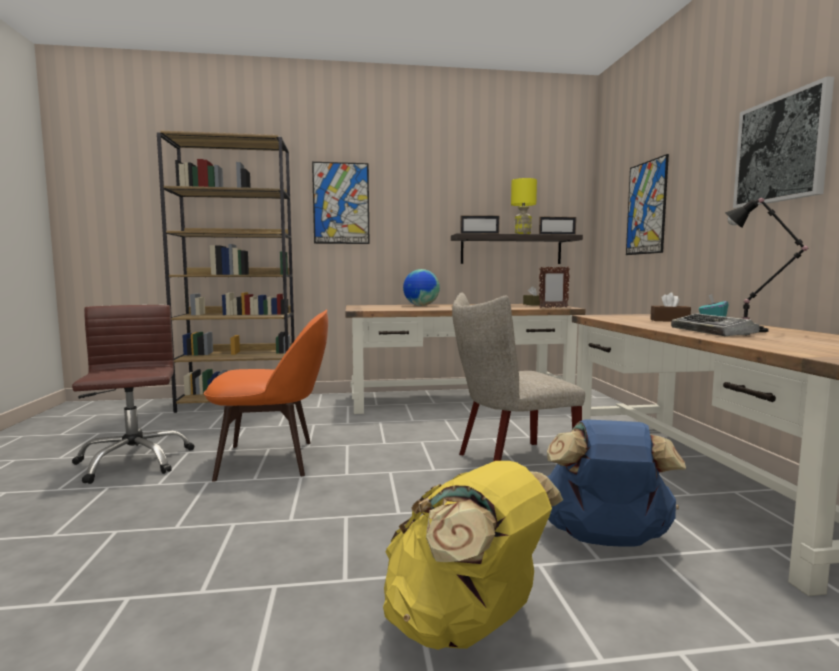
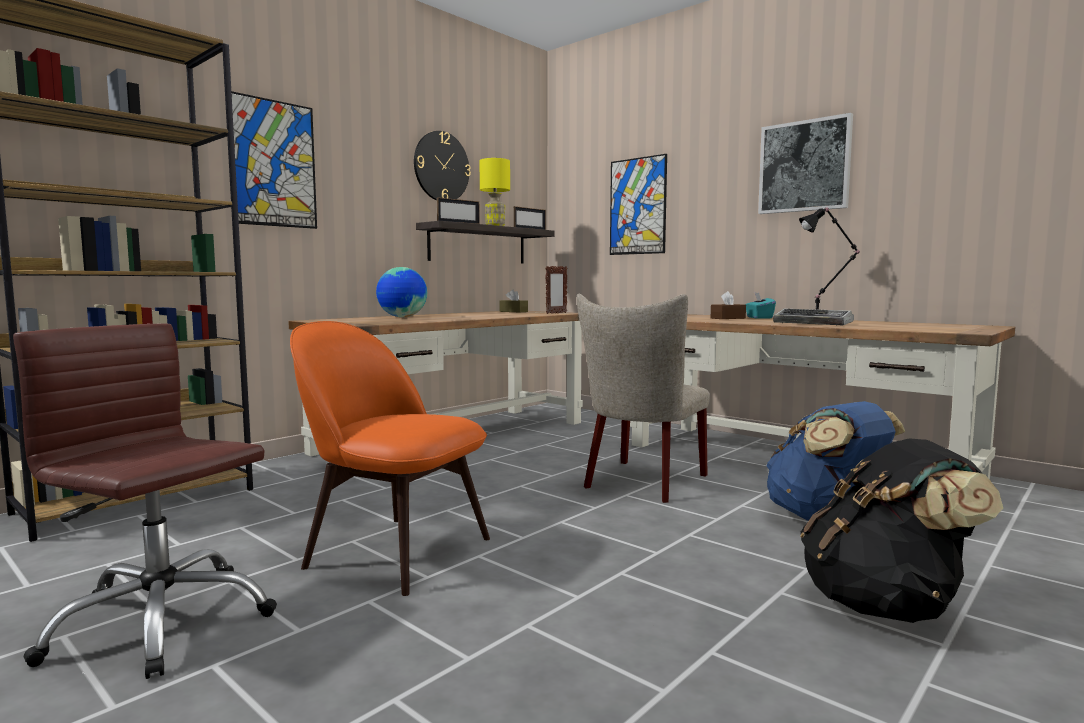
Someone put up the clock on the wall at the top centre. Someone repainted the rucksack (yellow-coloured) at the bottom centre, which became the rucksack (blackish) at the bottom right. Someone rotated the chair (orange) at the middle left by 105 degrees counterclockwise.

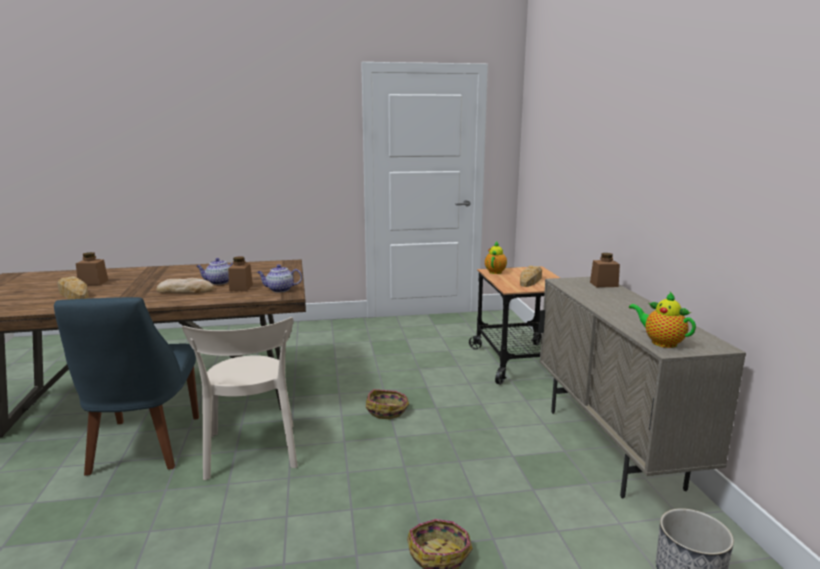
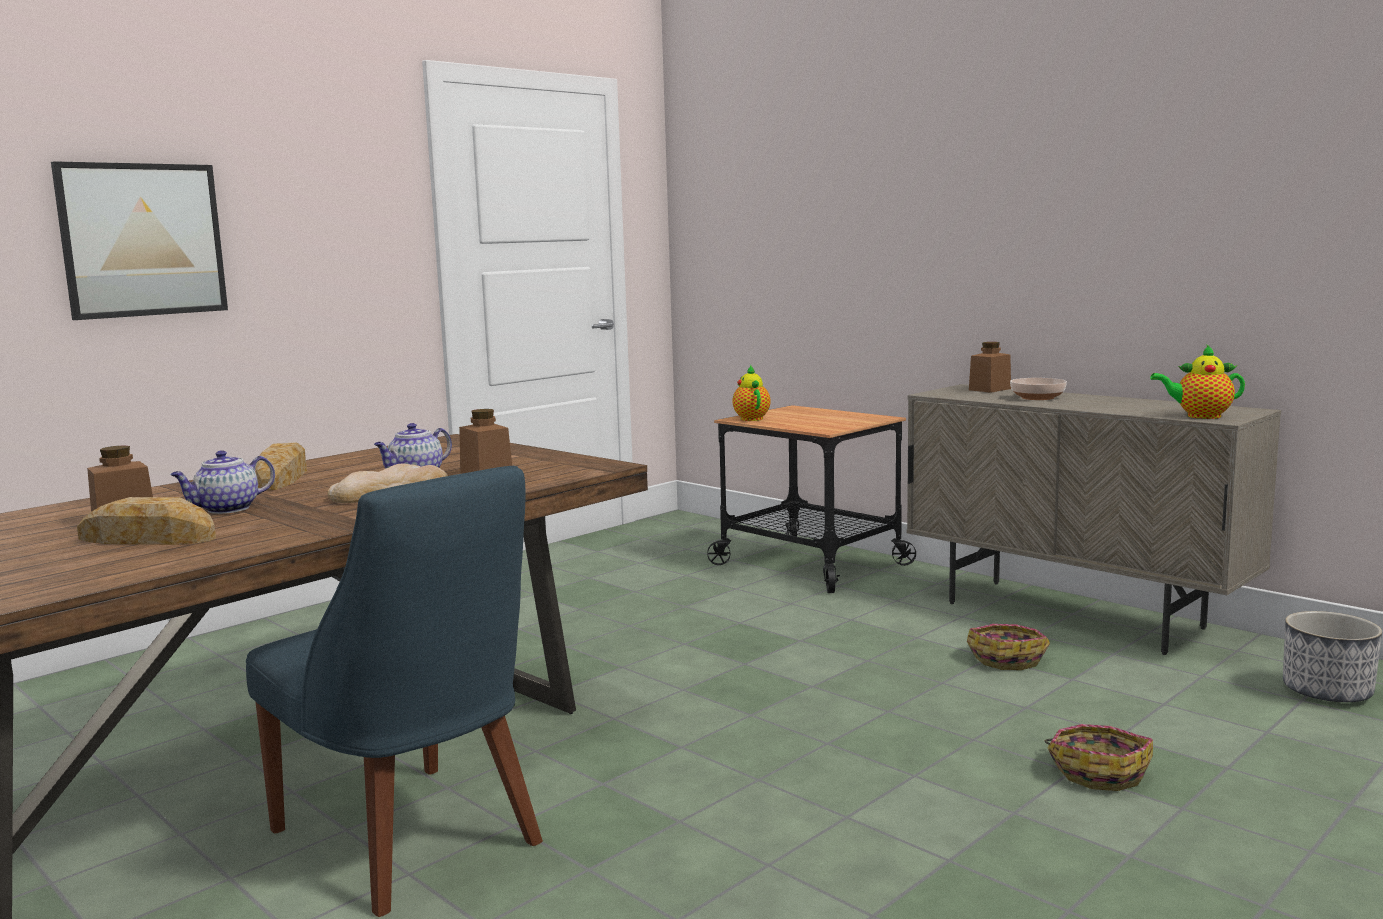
Someone took away the chair (beige-coloured) at the bottom left. Someone put up the picture at the top left. Someone put down the serving bowl at the middle right. Someone carried the teapot (no. 2 from left in the first image) from the centre to the middle left. Someone carried the basket (no. 1 from left) from the bottom centre to the bottom right. Someone carried the baked bread (no. 3 from left in the first image) from the centre to the middle left.

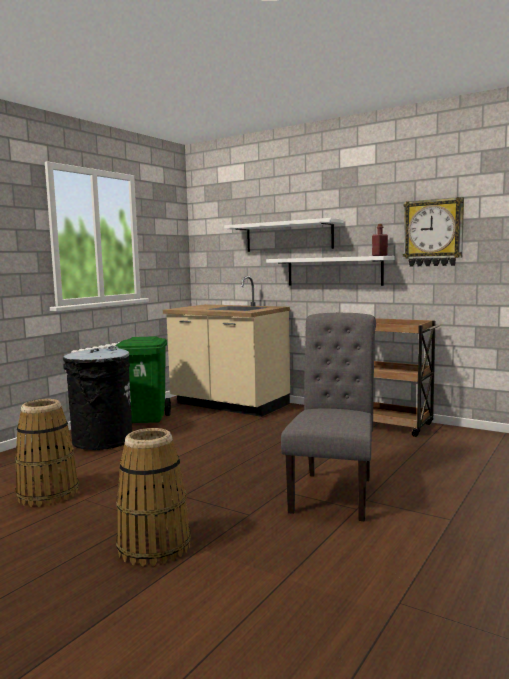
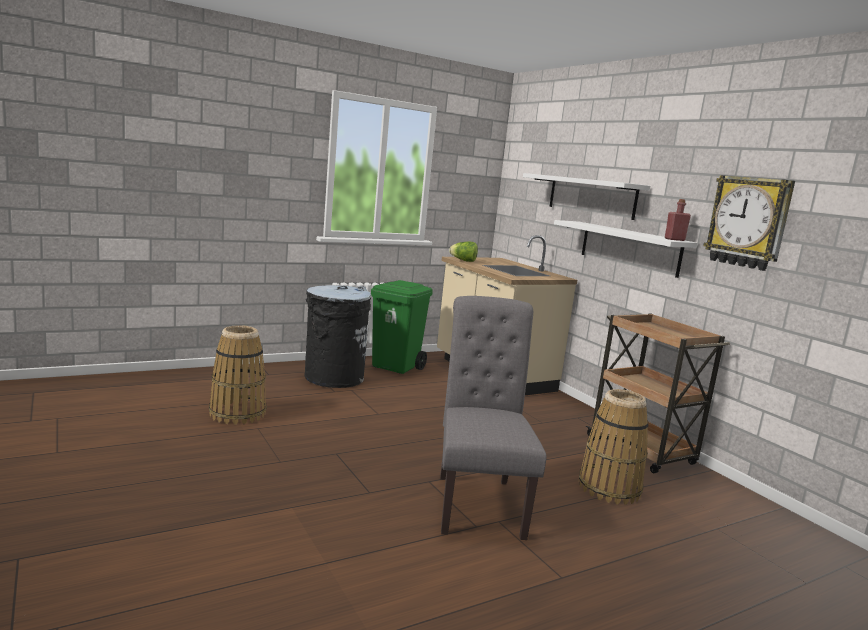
Someone put down the head of lettuce at the centre. Someone carried the basket (no. 2 from left) from the bottom left to the bottom right. Someone rotated the chair (gray) at the centre by 45 degrees counterclockwise.

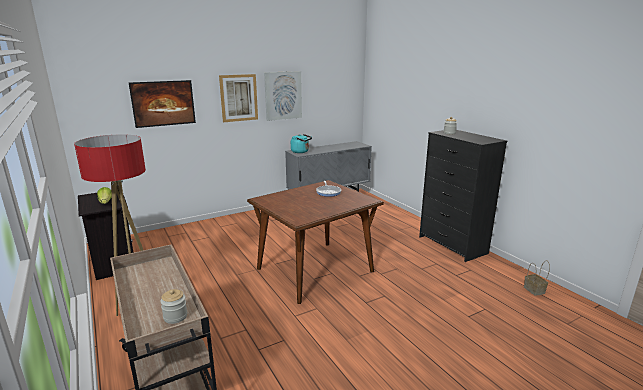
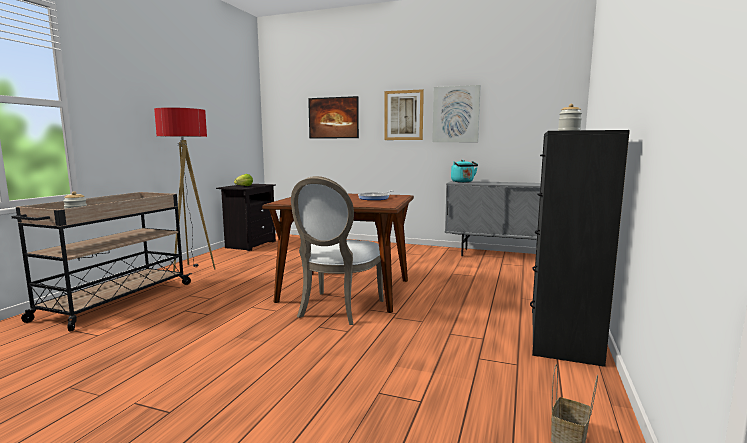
Someone put down the chair (whitish) at the centre.

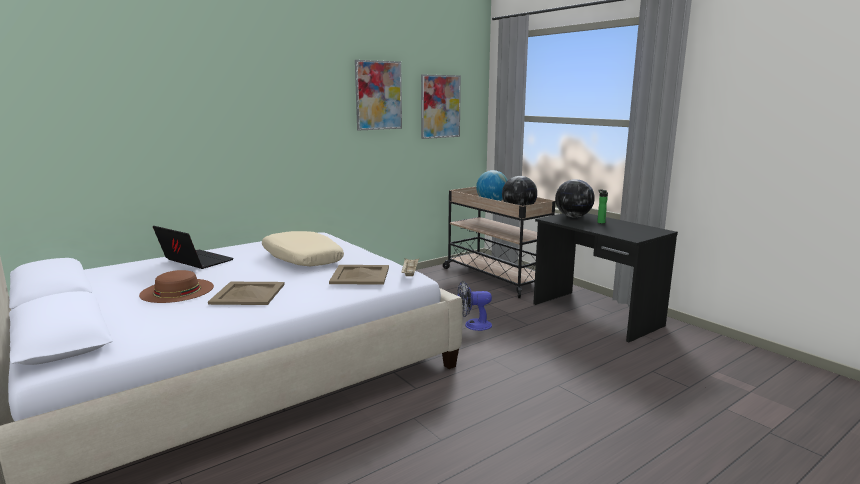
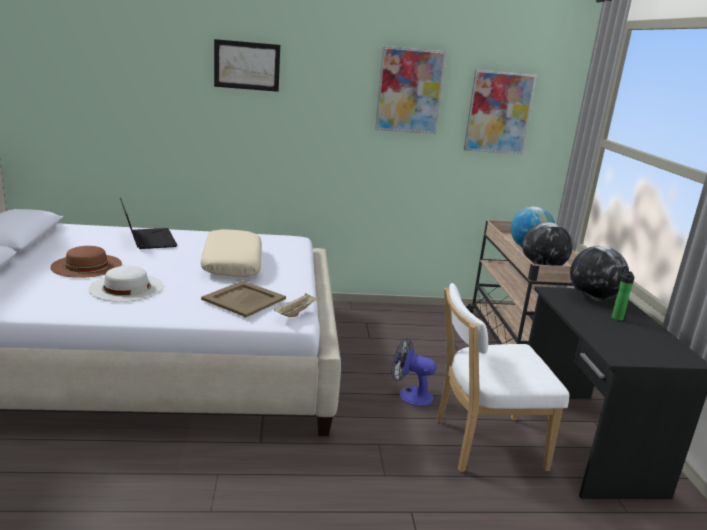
Someone put up the picture (no. 1 from left) at the top centre. Someone put down the chair (whitish) at the bottom right. Someone swapped the tray (beige-coloured) (no. 1 from left) at the middle left for the hat (whitish) at the middle left.

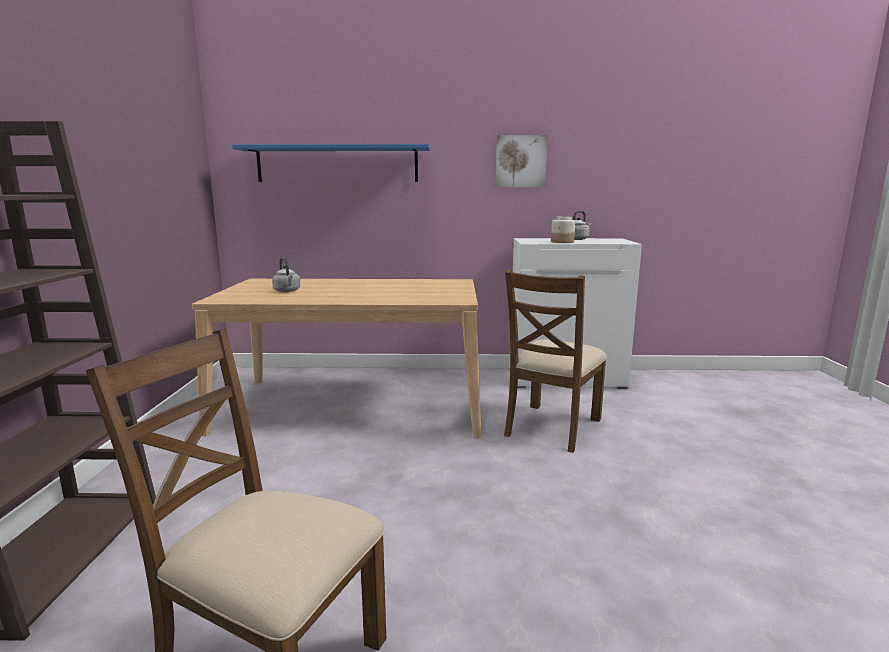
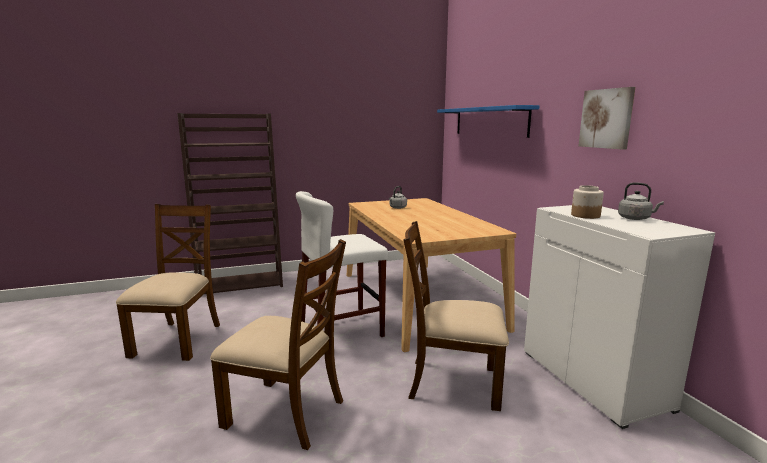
Someone put down the chair (brownish) (no. 2 from left) at the bottom centre. Someone put down the sitting stool (whitish) at the centre.

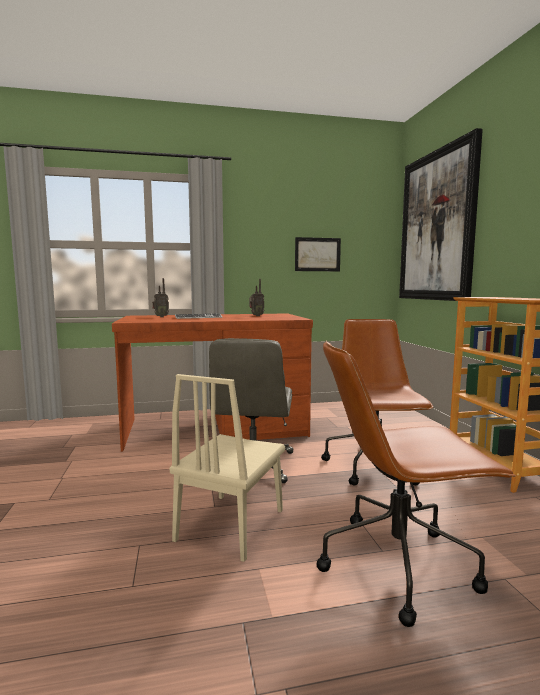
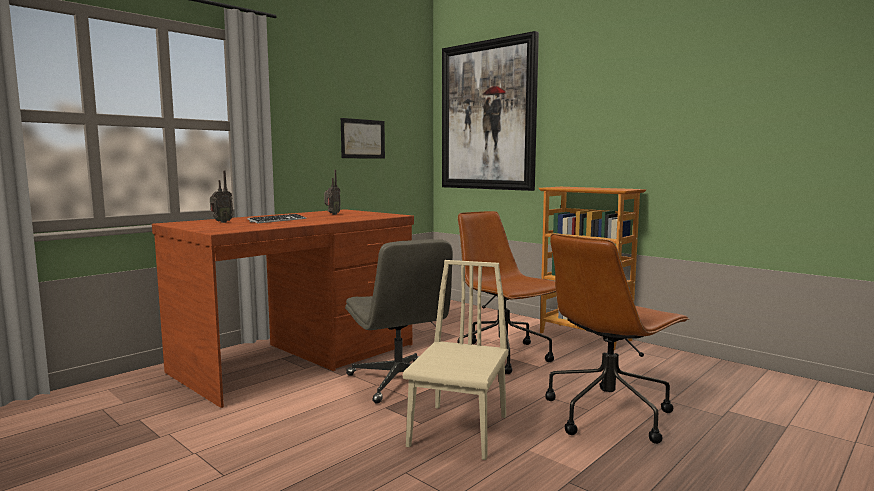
Someone rotated the chair (beige-coloured) at the bottom centre by 150 degrees counterclockwise.

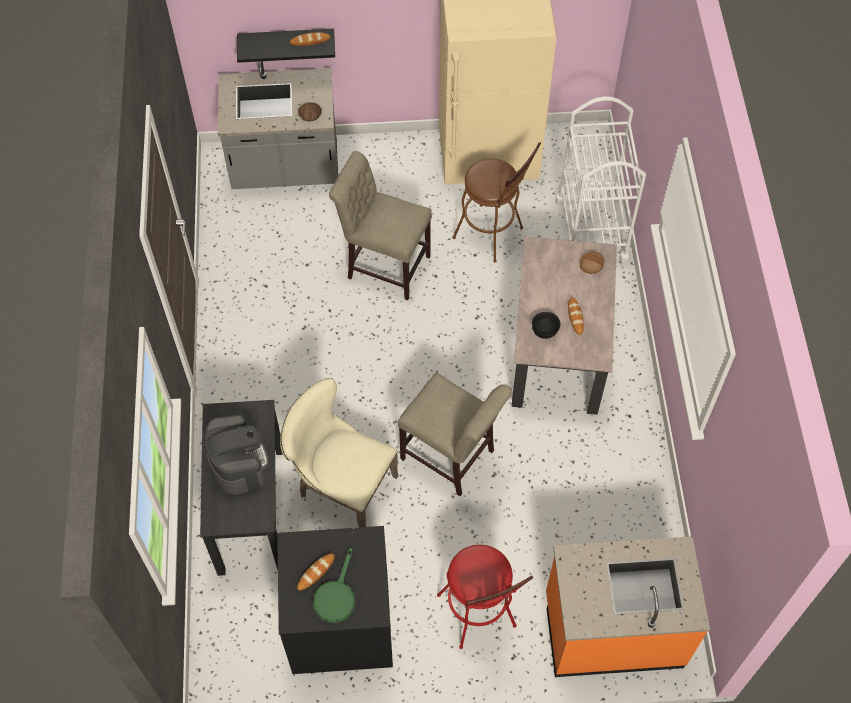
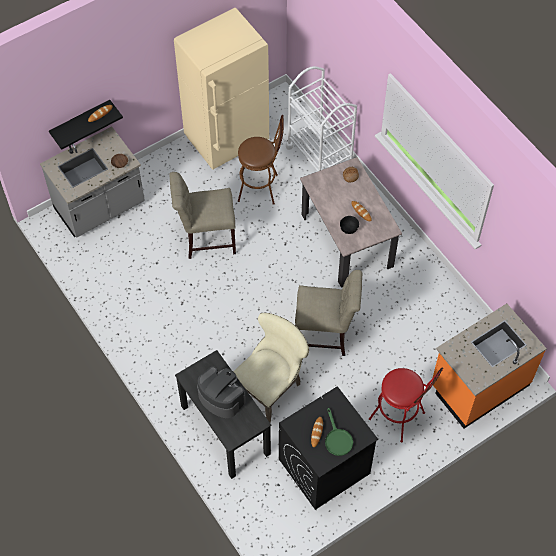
Someone rotated the chair (beige-coloured) (no. 1 from left in the first image) at the centre by 135 degrees clockwise.

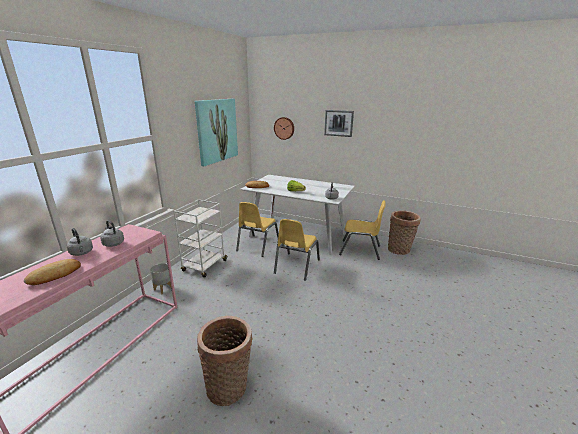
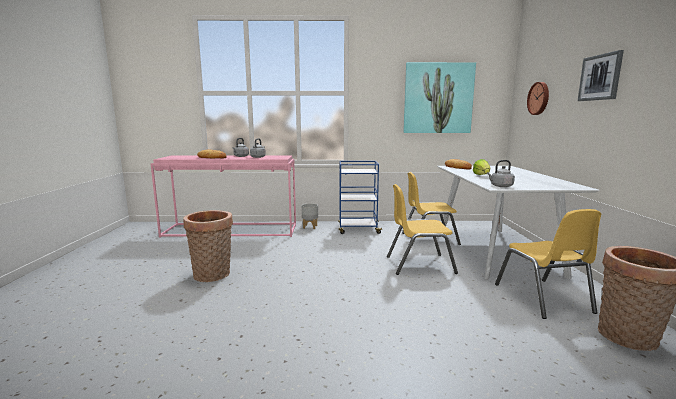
Someone repainted the trolley (whitish) at the centre, which became the trolley (bluish) at the centre.

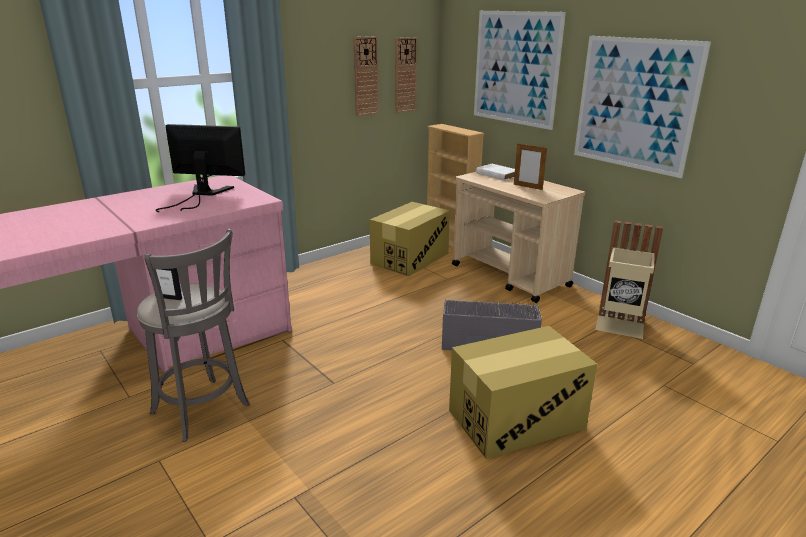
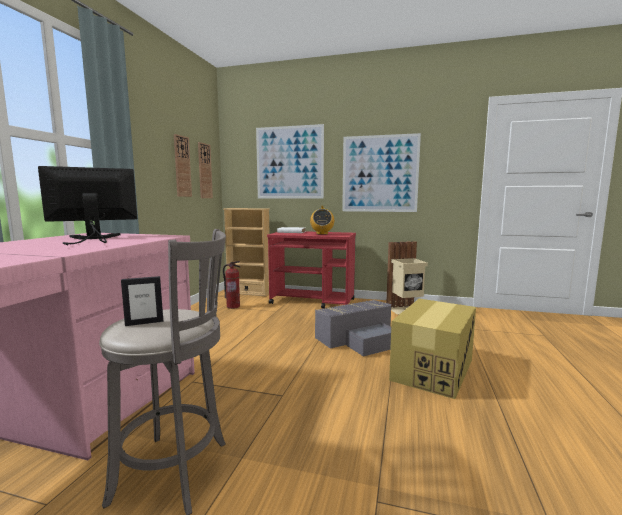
Someone swapped the cardboard box (no. 1 from left) at the centre for the extinguisher at the centre. Someone swapped the standing frame (no. 2 from left) at the top centre for the radio receiver at the centre. Someone repainted the trolley (beige-coloured) at the centre, which became the trolley (reddish) at the centre.

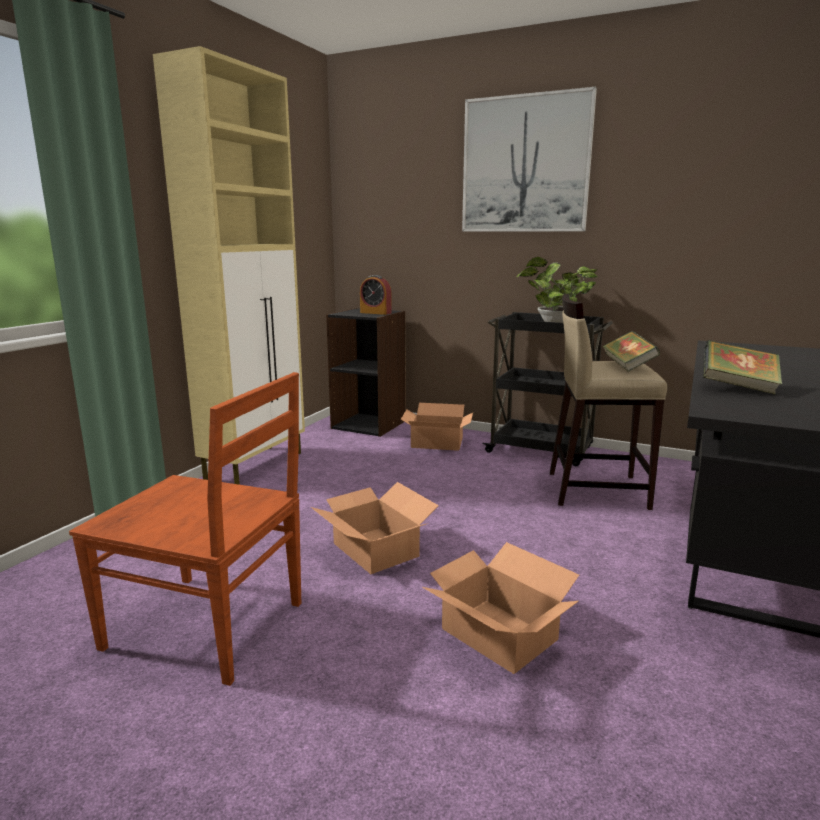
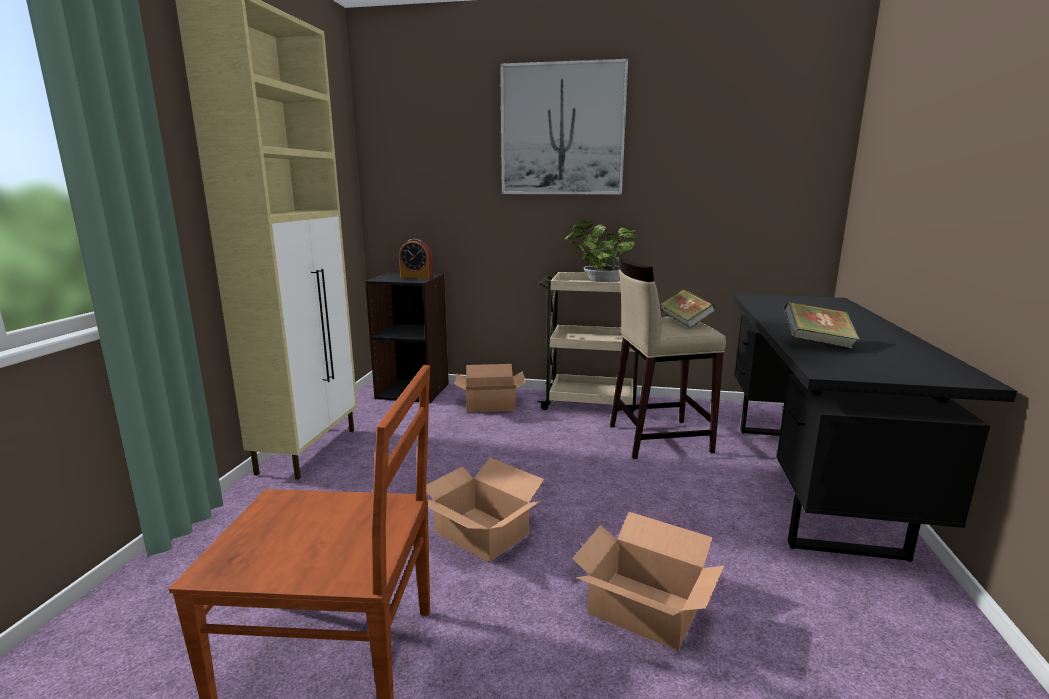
Someone repainted the trolley (blackish) at the middle right, which became the trolley (beige-coloured) at the centre.

